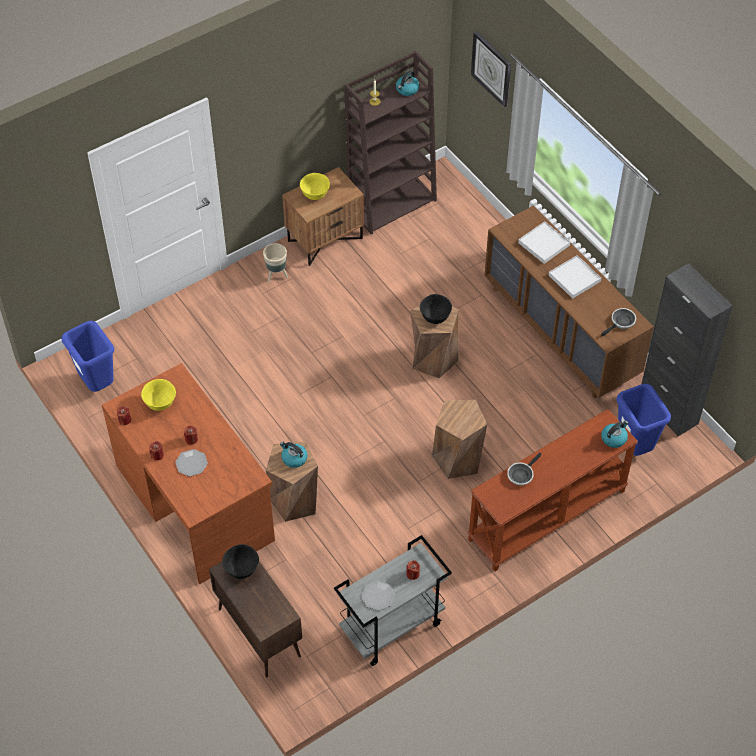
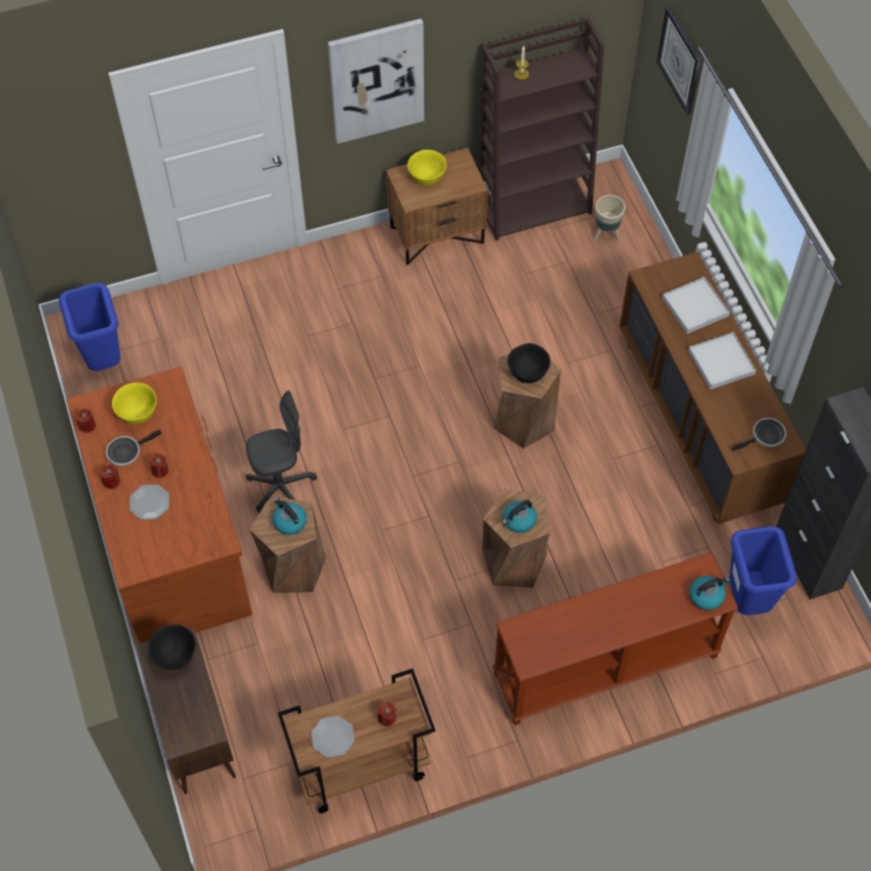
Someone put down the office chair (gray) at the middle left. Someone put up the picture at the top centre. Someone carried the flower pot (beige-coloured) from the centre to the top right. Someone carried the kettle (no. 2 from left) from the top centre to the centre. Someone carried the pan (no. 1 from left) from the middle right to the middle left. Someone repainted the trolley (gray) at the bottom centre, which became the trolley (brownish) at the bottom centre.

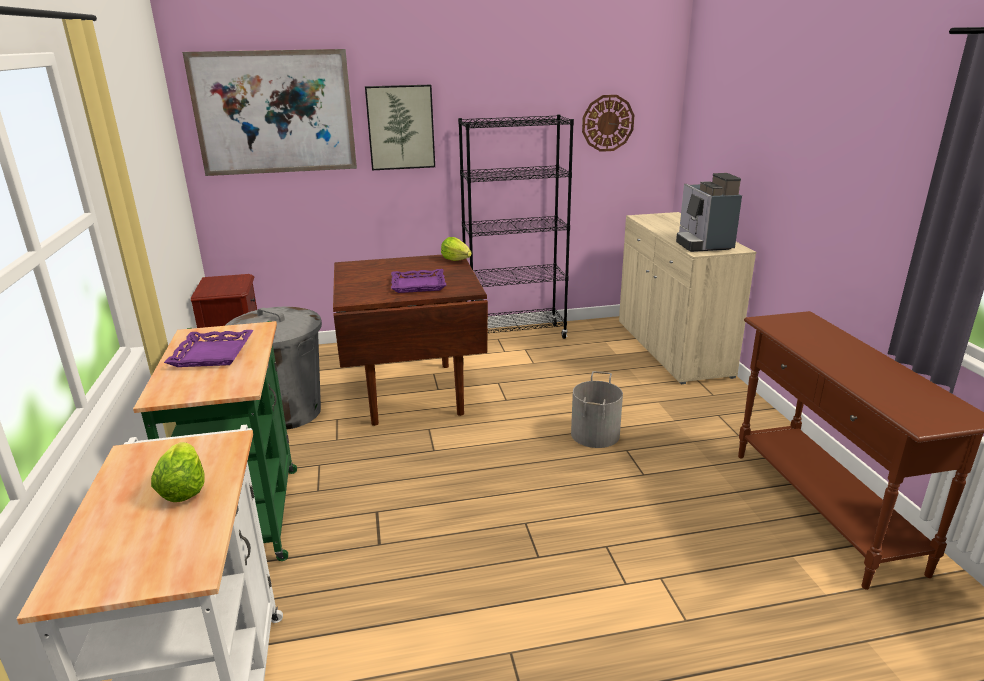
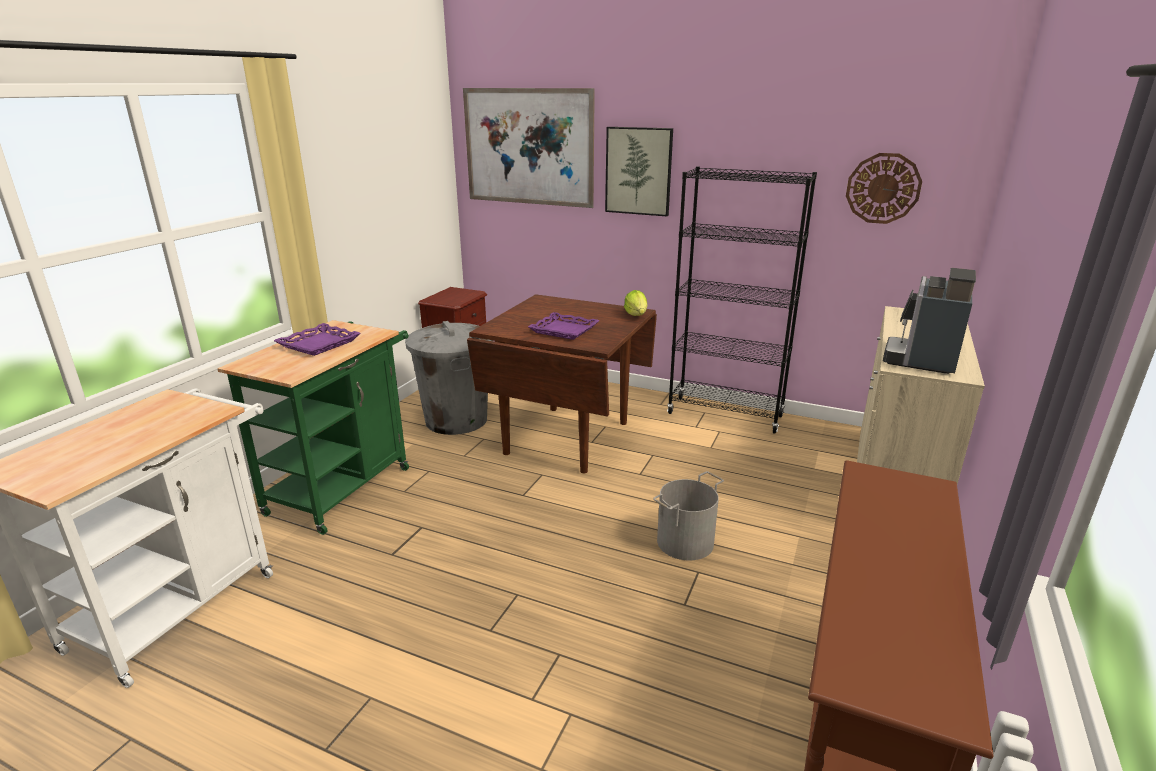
Someone took away the head of lettuce (no. 1 from left) at the bottom left.

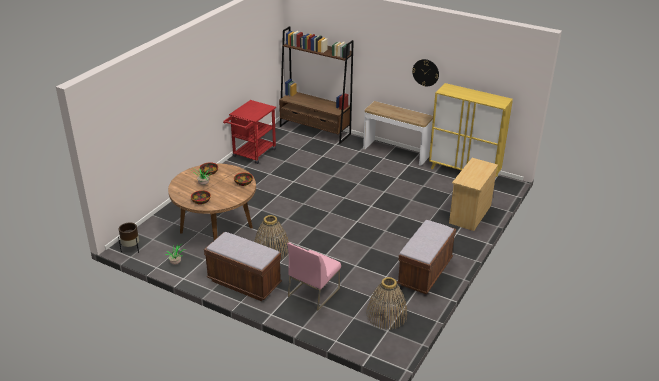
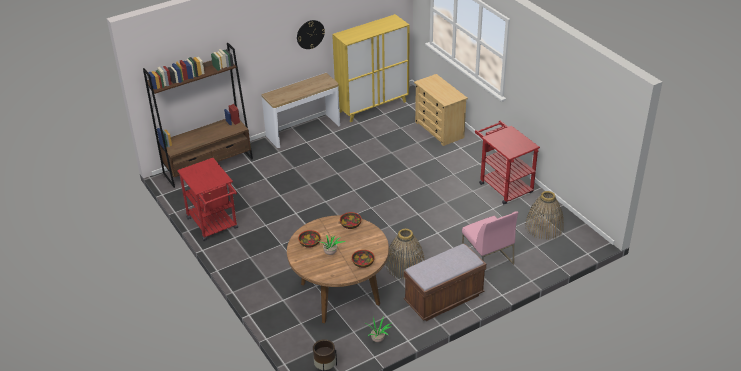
Someone swapped the indoor bench (brownish) (no. 2 from left) at the bottom centre for the trolley (reddish) (no. 2 from left) at the middle right.

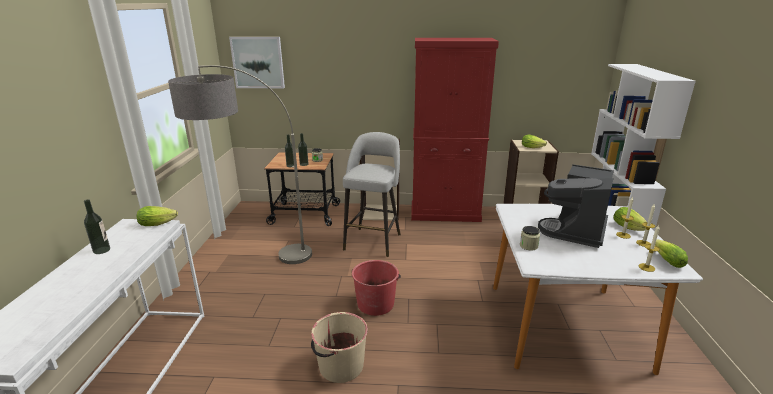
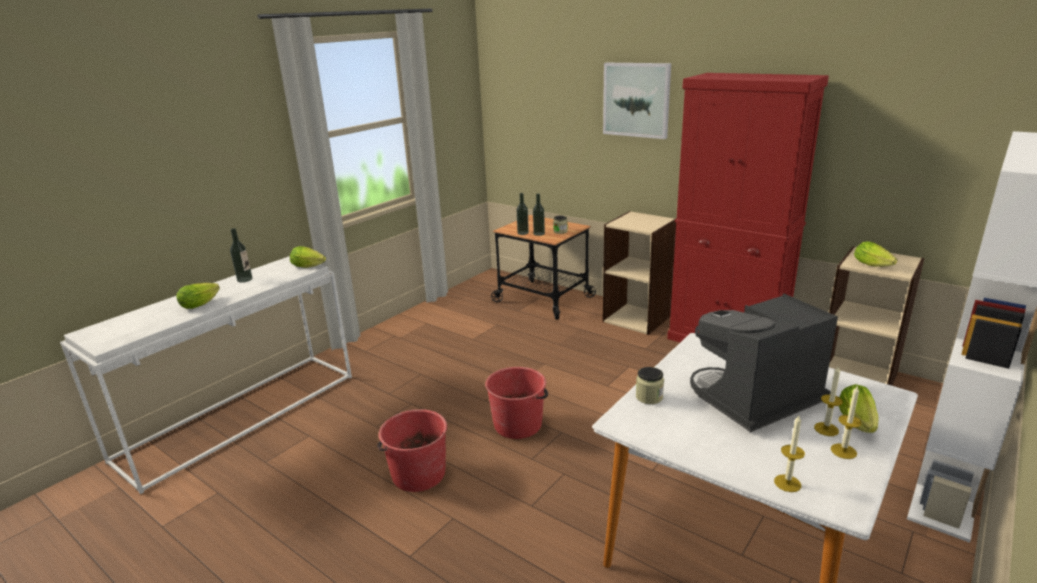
Someone took away the standing lamp at the middle left. Someone took away the sitting stool (gray) at the centre. Someone carried the picture from the top left to the top centre. Someone carried the head of lettuce (no. 4 from left in the first image) from the middle right to the middle left. Someone repainted the water bucket (beige-coloured) at the bottom centre, which became the water bucket (reddish) (no. 1 from left) at the bottom centre.

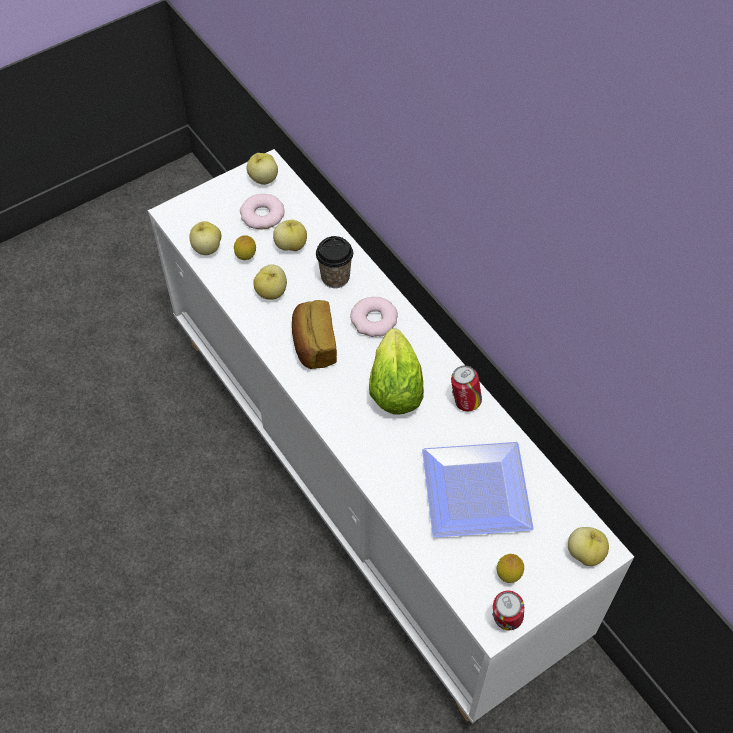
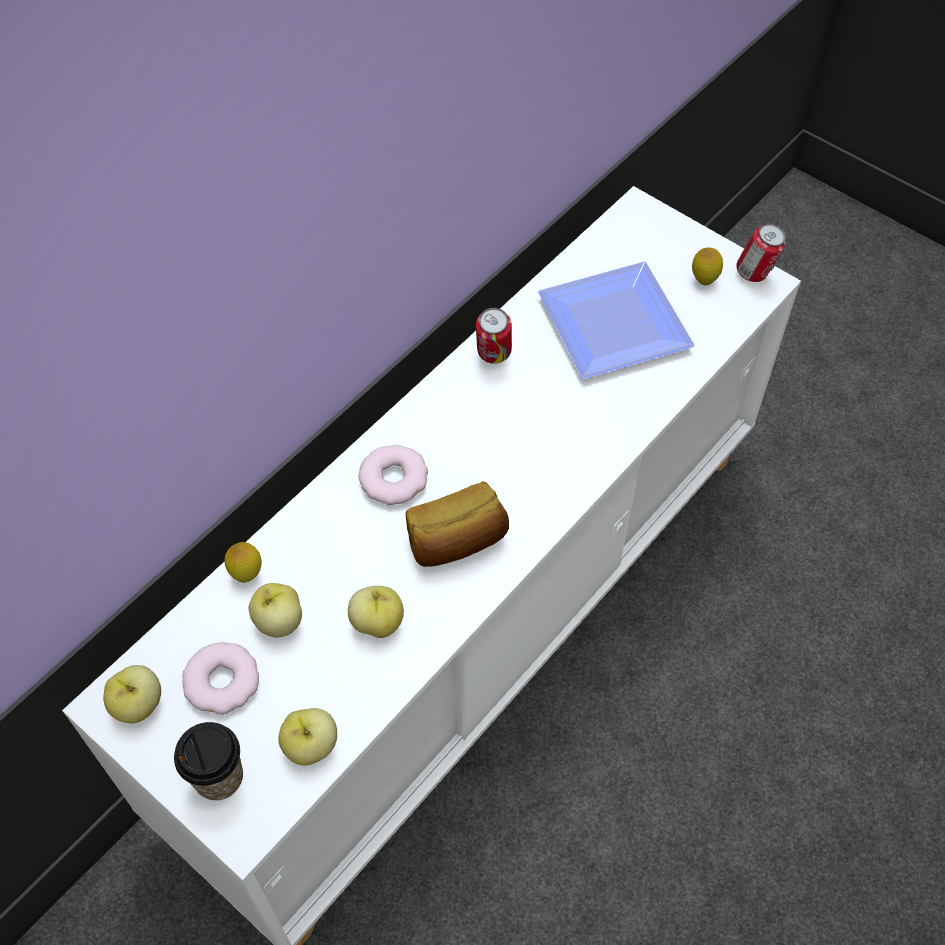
Someone took away the head of lettuce at the centre. Someone took away the whole apple (no. 5 from left) at the bottom right. Someone carried the lemon (no. 1 from left) from the centre to the middle left. Someone carried the drinking cup from the centre to the bottom left.

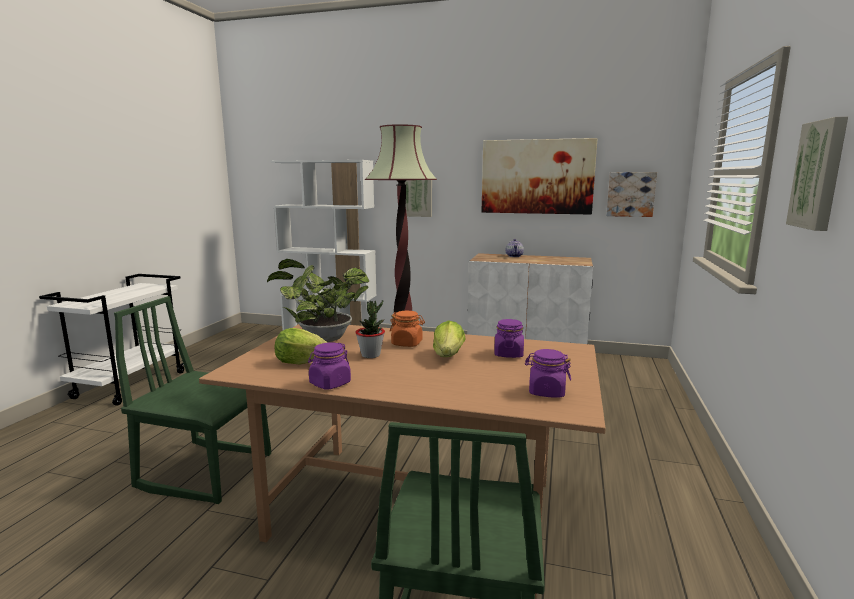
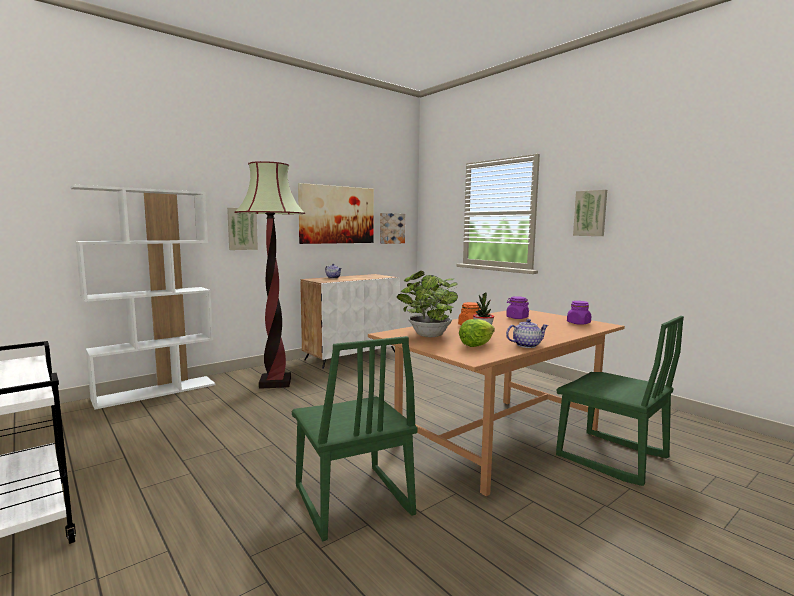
Someone took away the head of lettuce (no. 2 from left) at the centre. Someone swapped the preserve jar (purplish) (no. 1 from left) at the centre for the teapot (no. 2 from left) at the centre. Someone rotated the chair (green) (no. 1 from left) at the bottom left by 75 degrees counterclockwise.

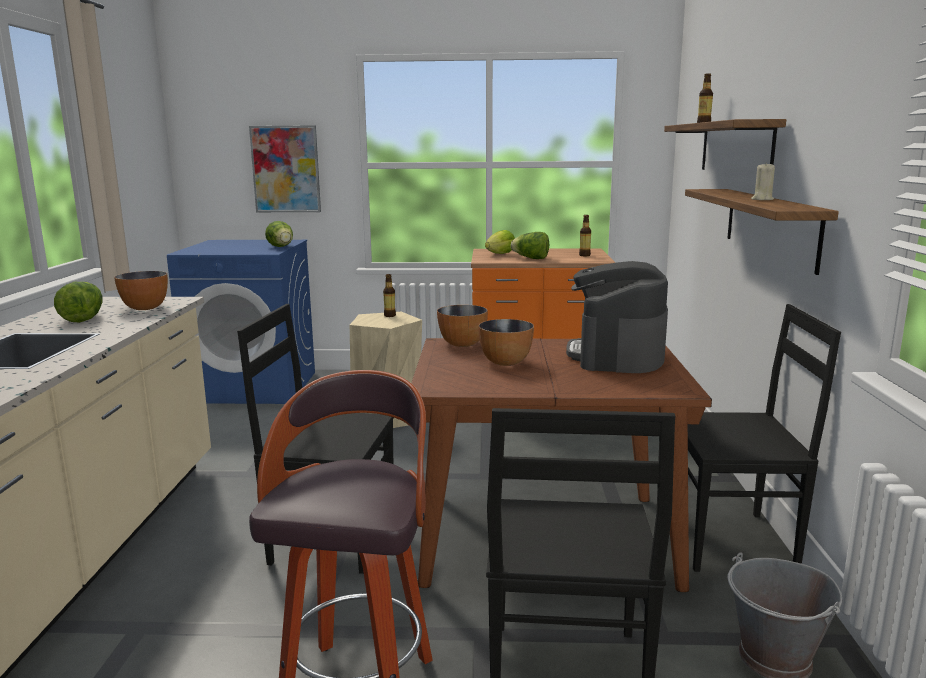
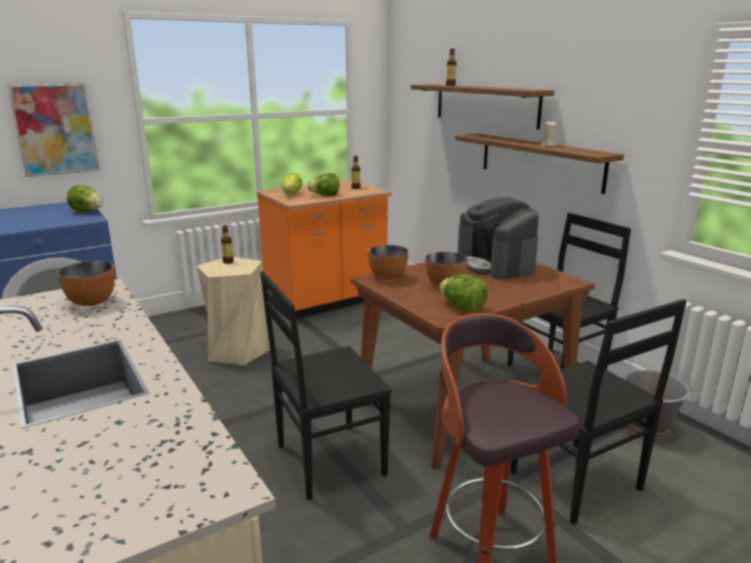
Someone carried the head of lettuce (no. 1 from left in the first image) from the middle left to the centre.

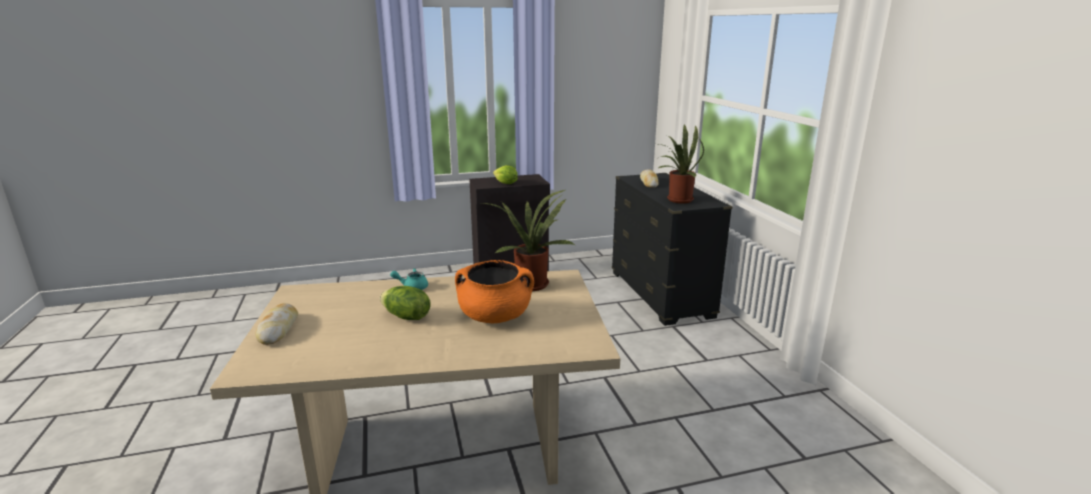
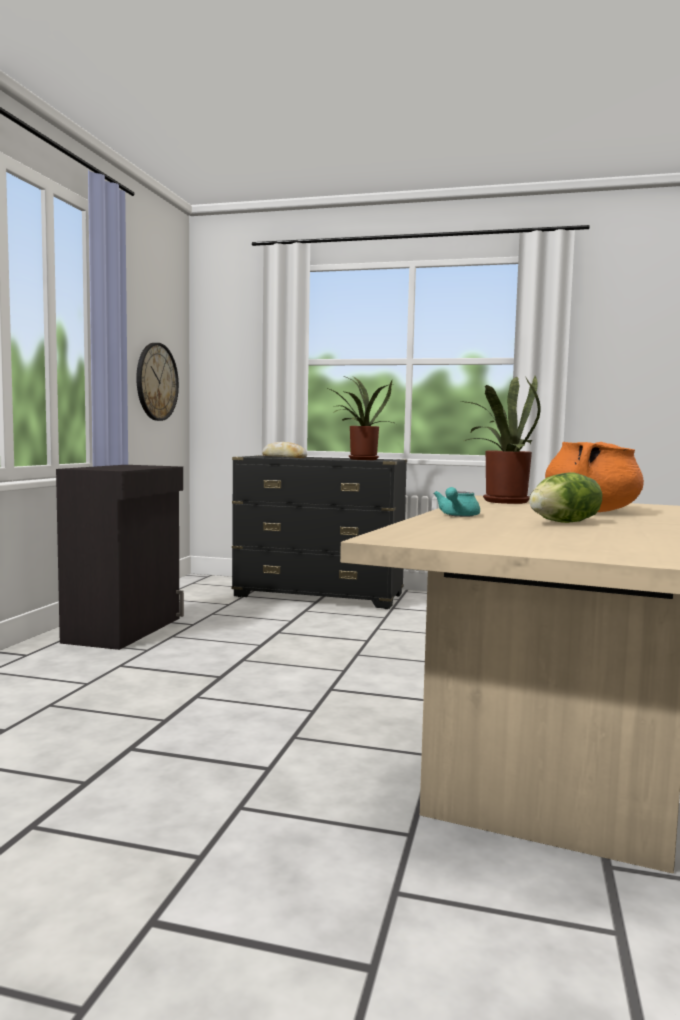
Someone took away the baked bread (no. 1 from left) at the middle left. Someone took away the head of lettuce (no. 2 from left) at the centre. Someone put up the clock on the wall at the middle left.

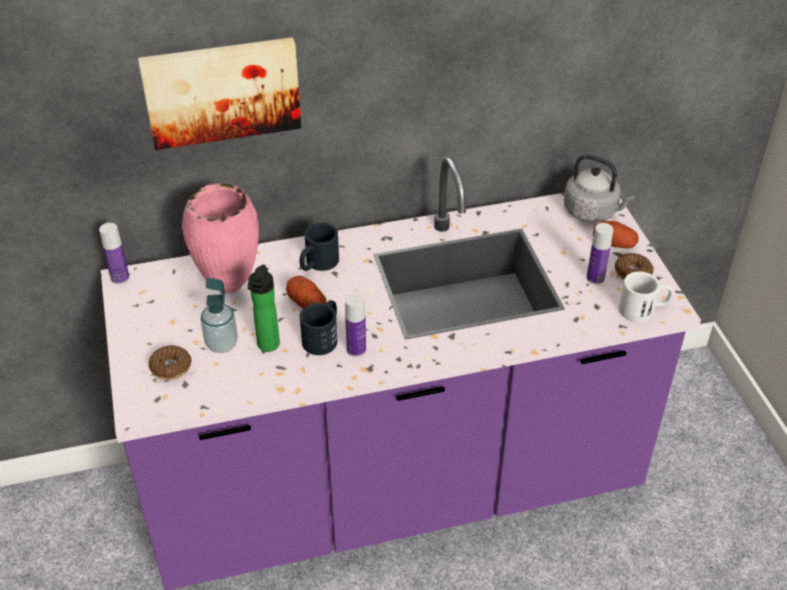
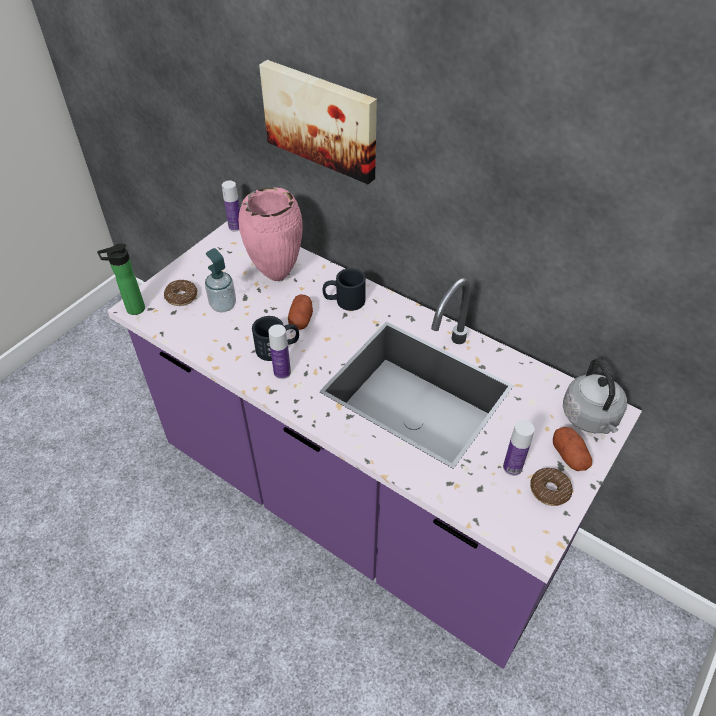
Someone took away the coffee mug (whitish) at the middle right. Someone carried the beverage bottle (no. 2 from left in the first image) from the centre to the middle left.

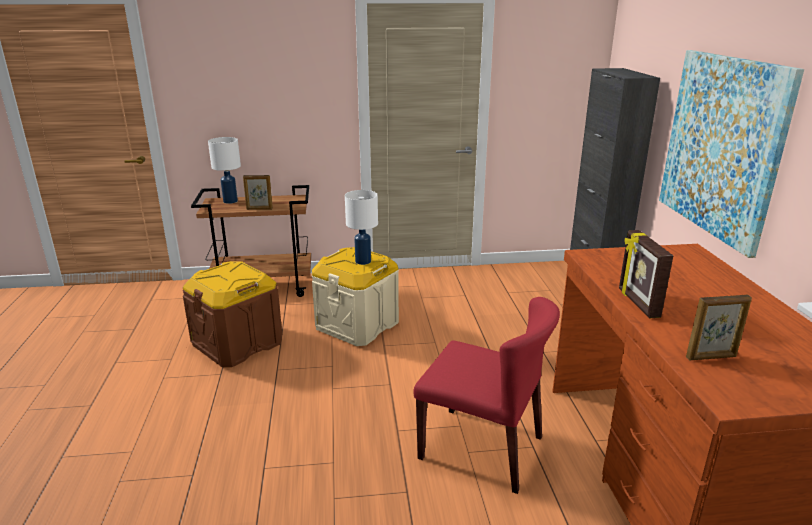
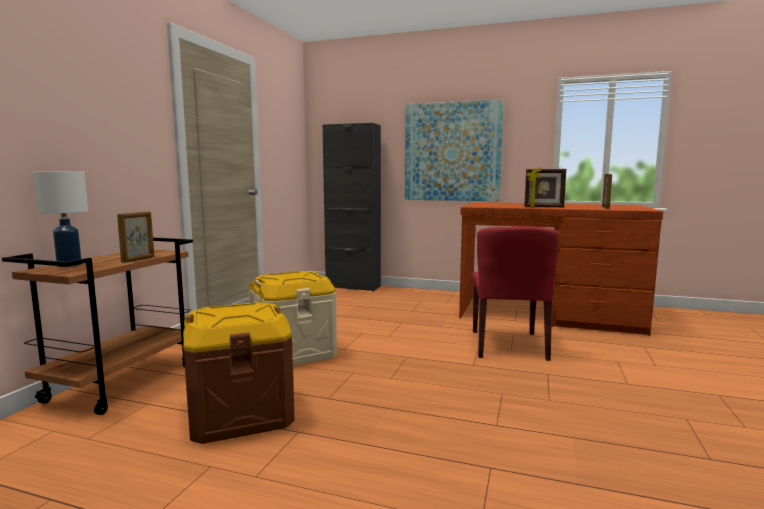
Someone took away the table lamp (whitish) (no. 2 from left) at the centre. Someone rotated the chair (reddish) at the bottom centre by 135 degrees clockwise.

